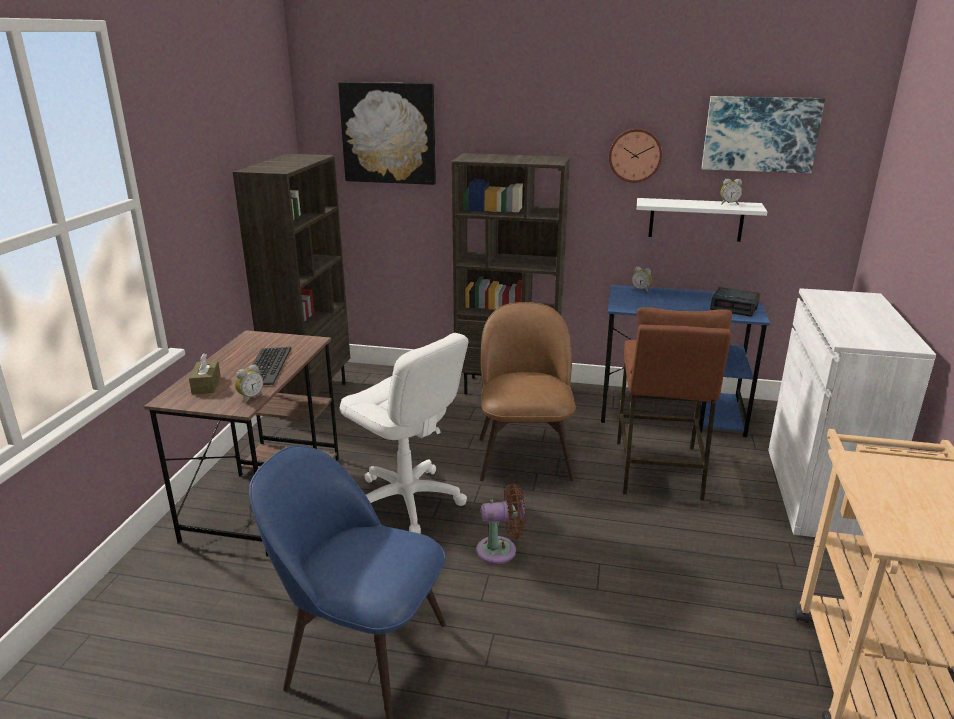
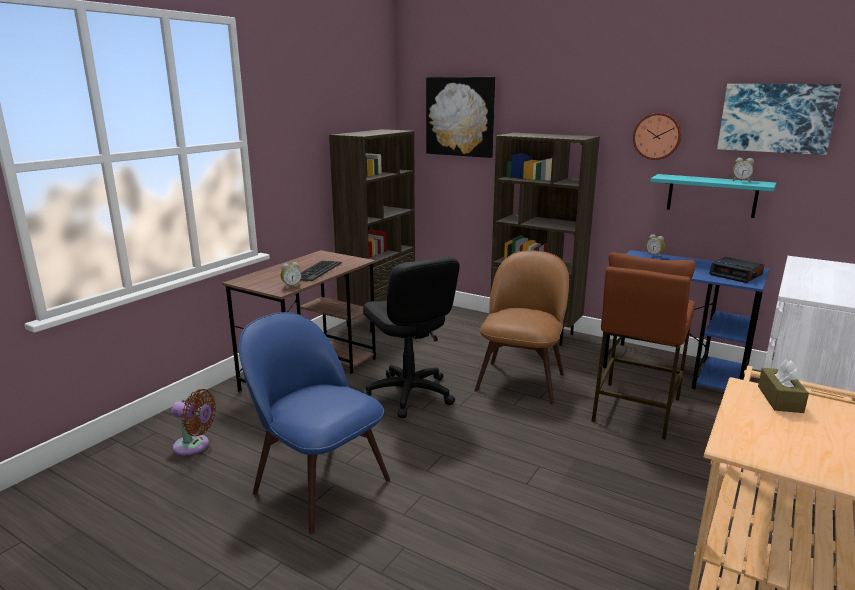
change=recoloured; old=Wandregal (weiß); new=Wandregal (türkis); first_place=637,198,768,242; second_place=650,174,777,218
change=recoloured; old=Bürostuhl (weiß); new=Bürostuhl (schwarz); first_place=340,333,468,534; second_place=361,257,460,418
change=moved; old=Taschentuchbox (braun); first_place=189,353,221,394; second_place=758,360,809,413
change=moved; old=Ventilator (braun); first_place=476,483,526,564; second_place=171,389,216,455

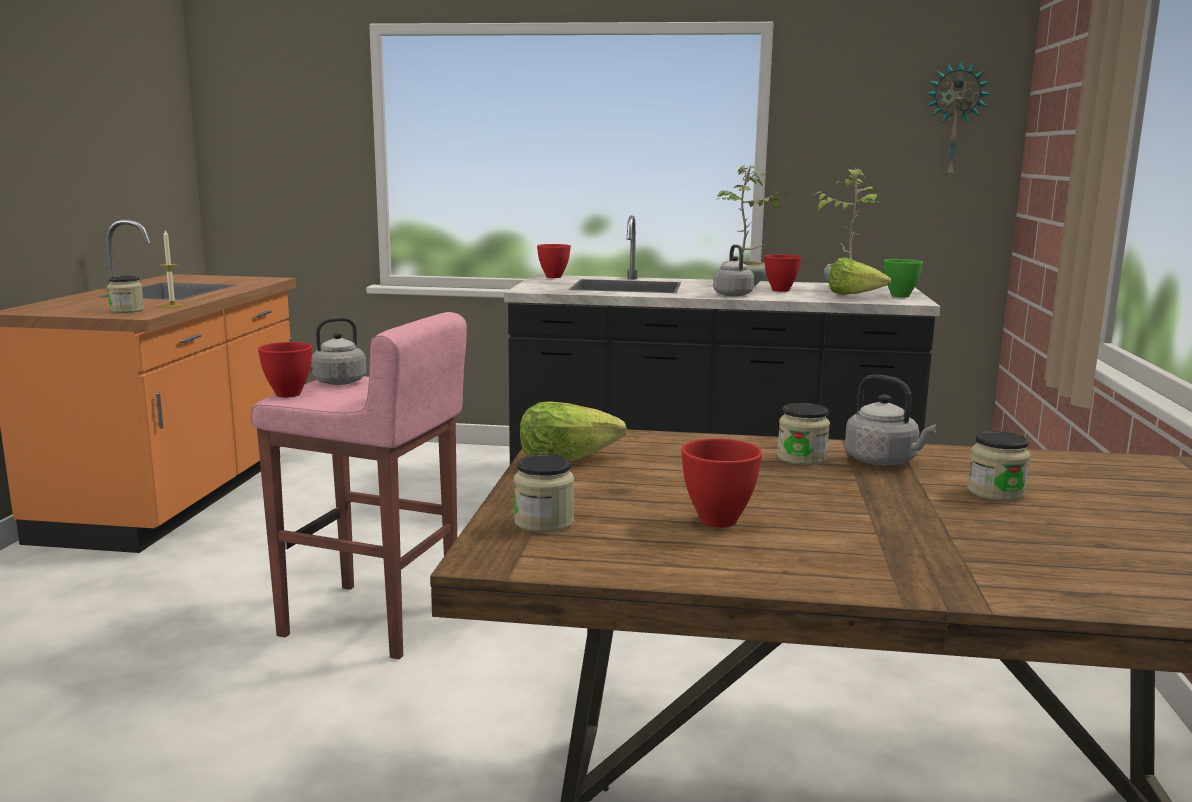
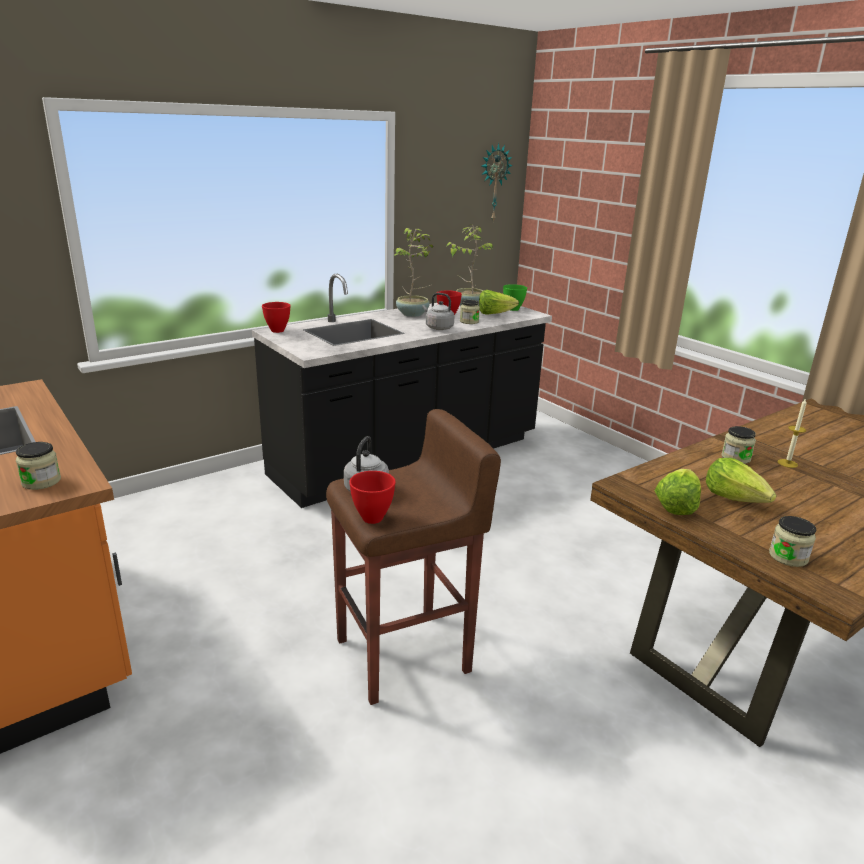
change=moved; old=Kerze; first_place=159,230,183,307; second_place=778,398,807,468
change=recoloured; old=Hocker (rosa); new=Hocker (braun); first_place=251,312,467,659; second_place=326,409,501,705
change=removed; old=Wasserkessel (grau); first_place=845,374,937,466
change=moved; old=Vorratsglas; first_place=968,431,1030,501; second_place=460,300,480,324
change=removed; old=Schüssel (rot); first_place=681,438,762,528
change=added; new=Salatkopf; second_place=706,458,777,503

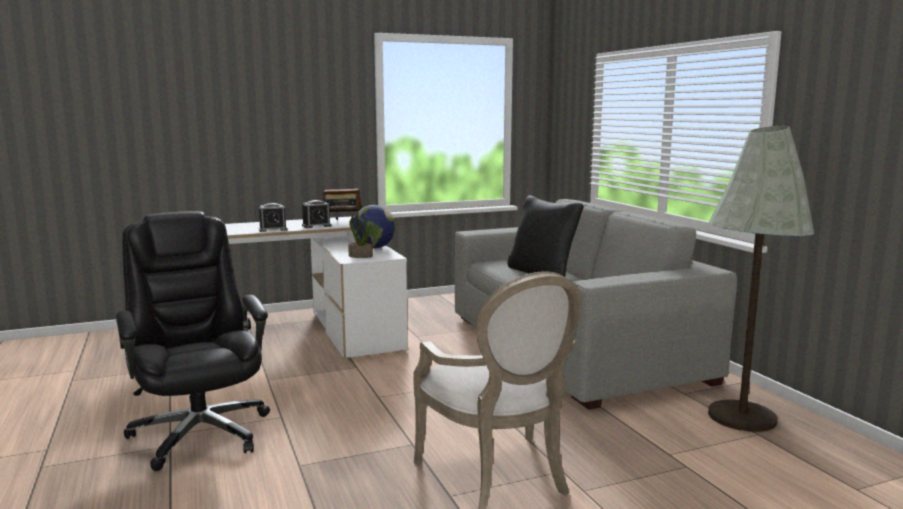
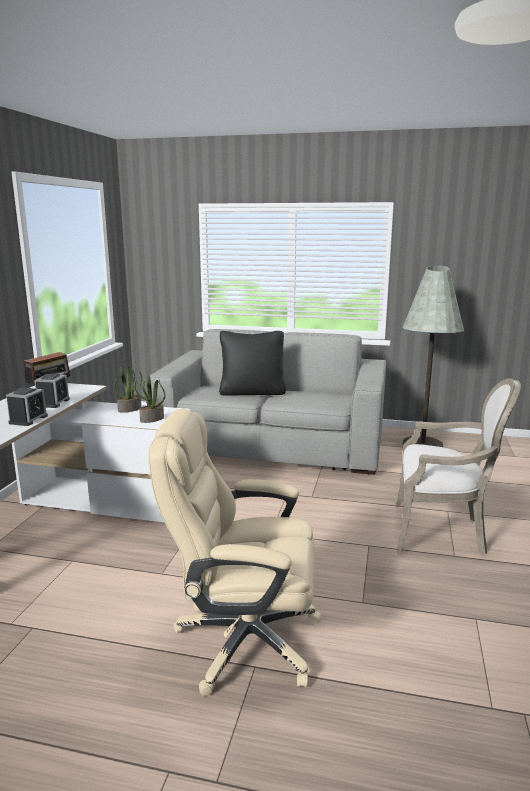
change=replaced; old=Globus; new=Topfpflanze; first_place=354,205,396,249; second_place=114,366,142,413
change=recoloured; old=Bürostuhl (schwarz); new=Bürostuhl (beige); first_place=116,211,270,471; second_place=148,409,321,696

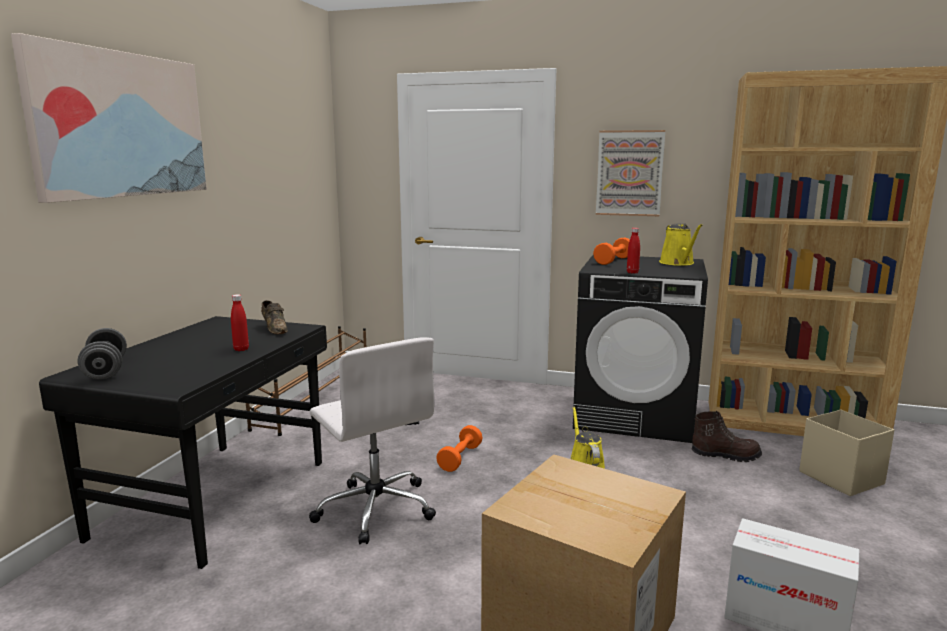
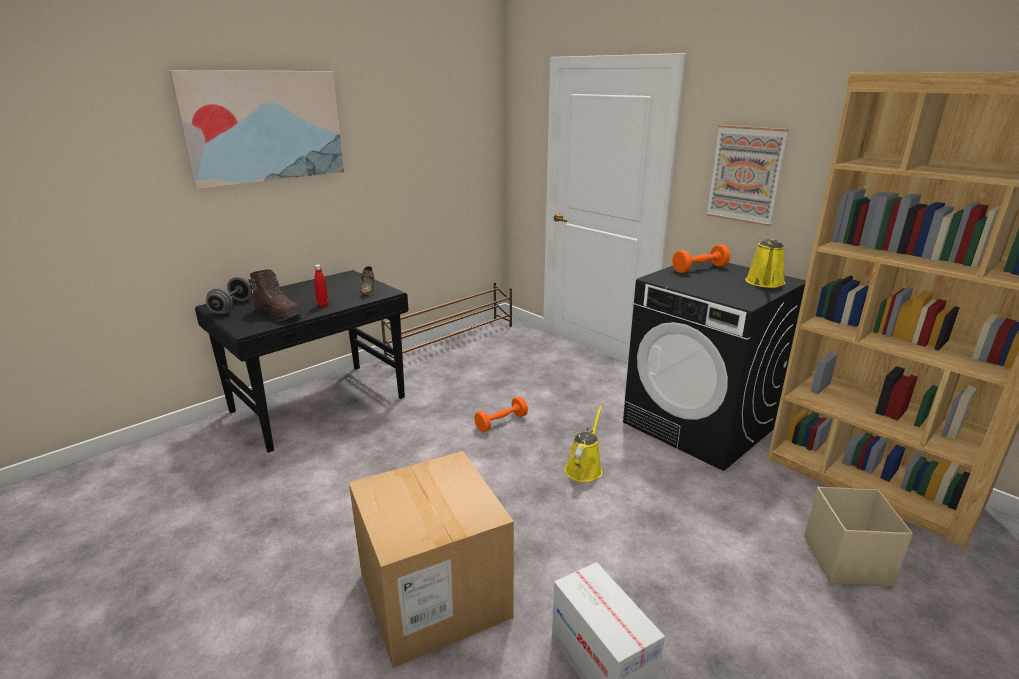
change=removed; old=Flasche (rot); first_place=627,228,640,274
change=removed; old=Bürostuhl (weiß); first_place=309,337,436,544
change=moved; old=Stiefel (braun); first_place=691,411,762,462; second_place=249,269,302,321

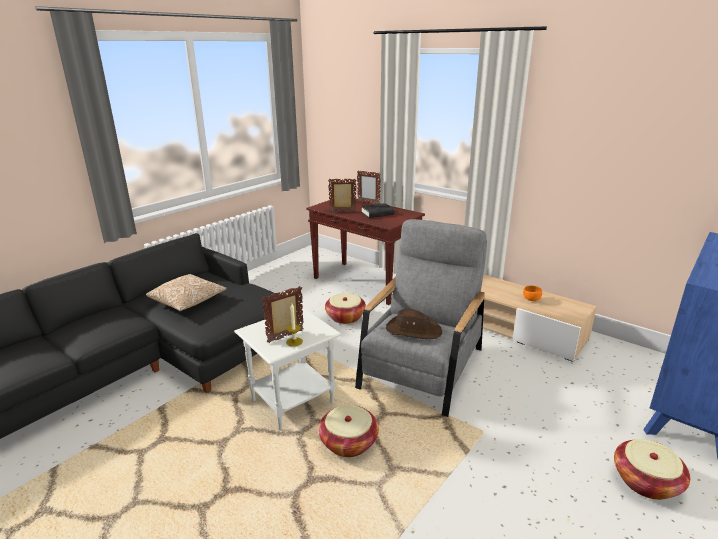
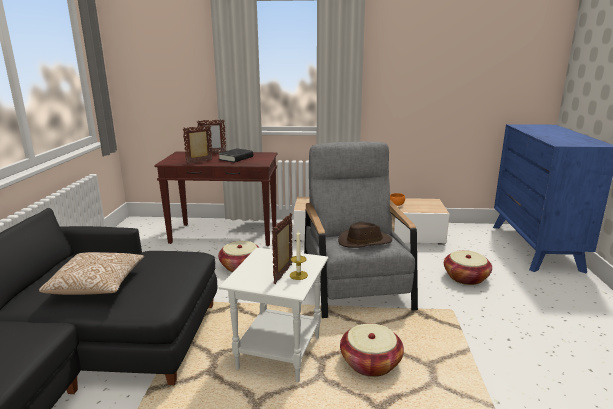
change=moved; old=Korb; first_place=614,439,690,500; second_place=444,250,492,285

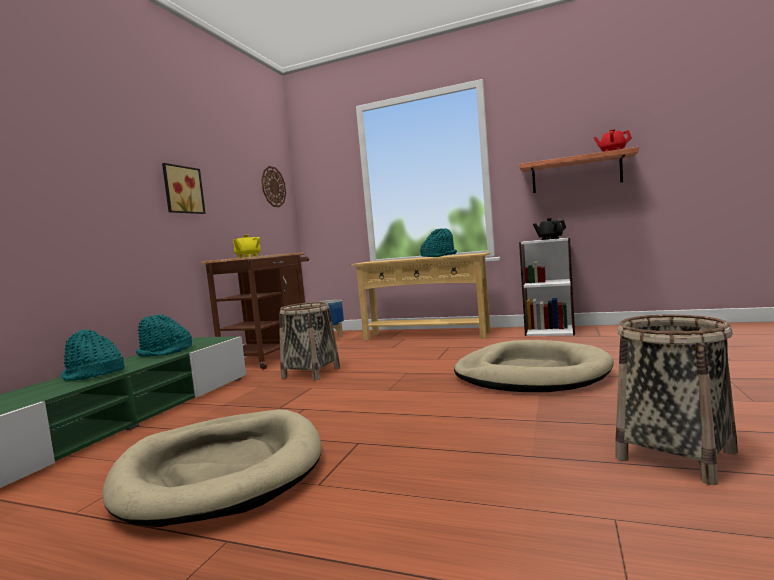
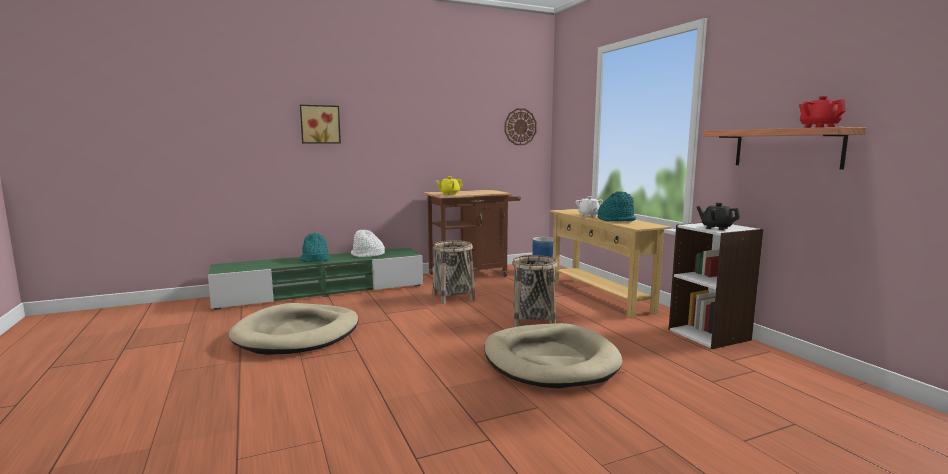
change=moved; old=Bild; first_place=162,163,206,214; second_place=300,105,341,144
change=moved; old=Korb; first_place=615,314,738,485; second_place=512,255,558,327
change=recoloured; old=Hut (türkis); new=Hut (weiß); first_place=136,315,192,357; second_place=351,230,385,258
change=added; new=Teekanne (weiß); second_place=575,196,603,217

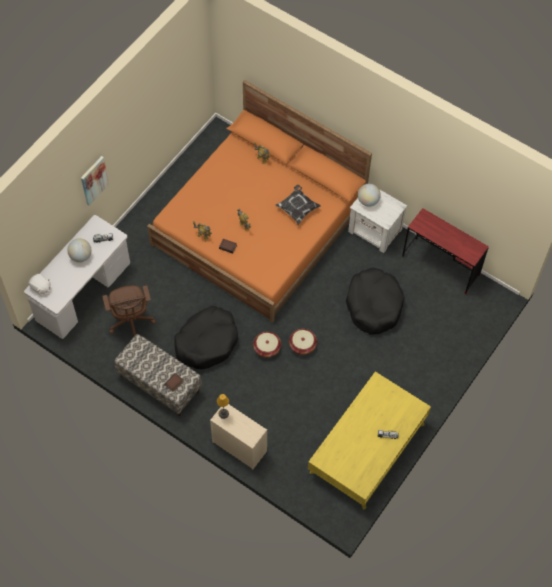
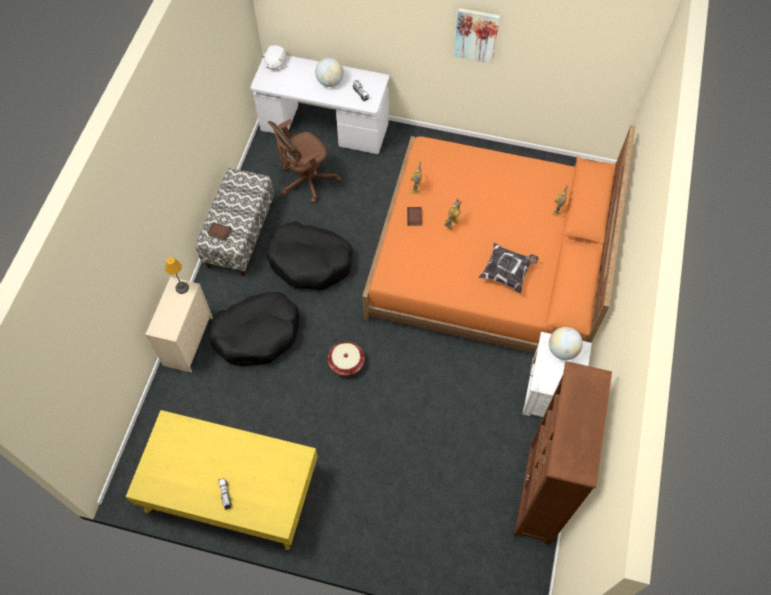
change=moved; old=Bild; first_place=81,156,109,206; second_place=454,8,500,64
change=replaced; old=Schreibtisch (rot); new=Bücherregal (braun); first_place=402,208,489,294; second_place=514,361,612,544
change=moved; old=Hundebett (schwarz); first_place=346,267,404,334; second_place=209,292,299,366
change=removed; old=Korb; first_place=253,332,281,358

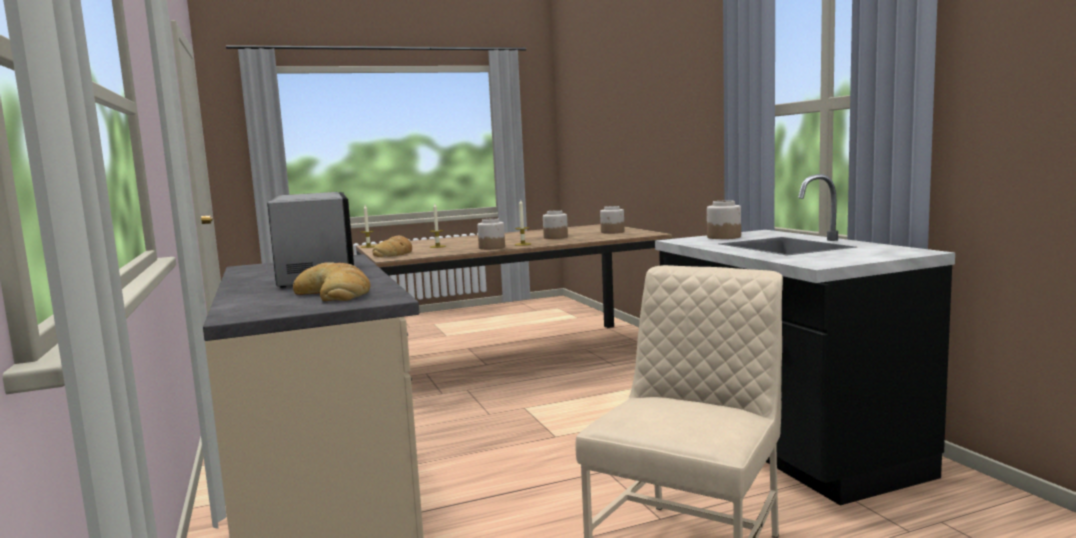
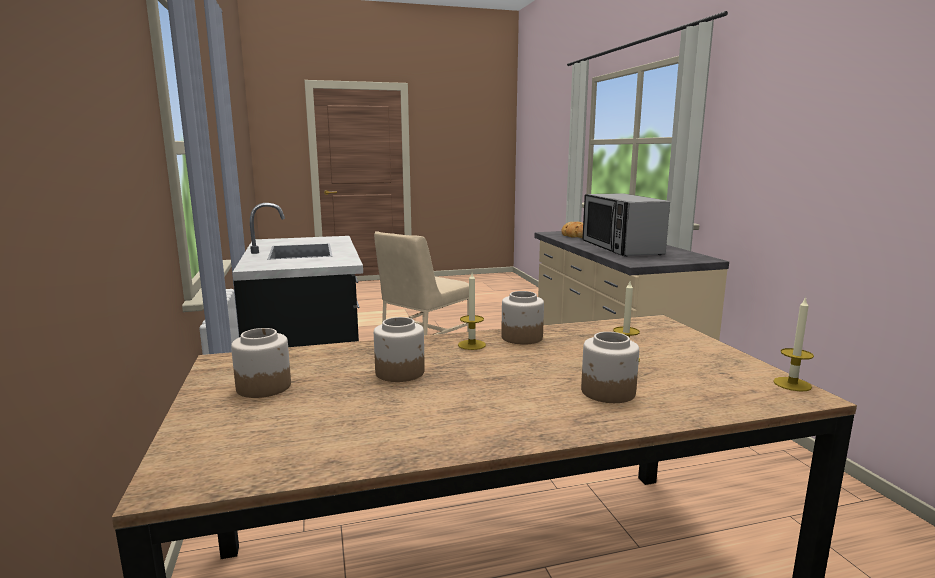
change=moved; old=Vorratsglas; first_place=707,200,741,239; second_place=581,332,639,403
change=removed; old=Brot; first_place=372,236,412,257

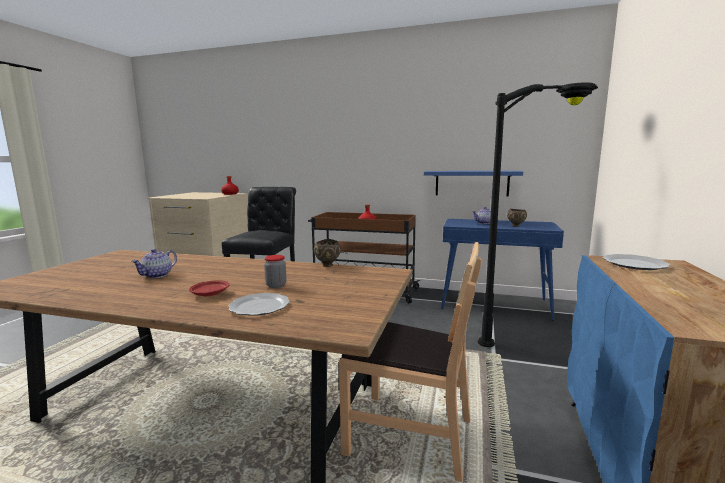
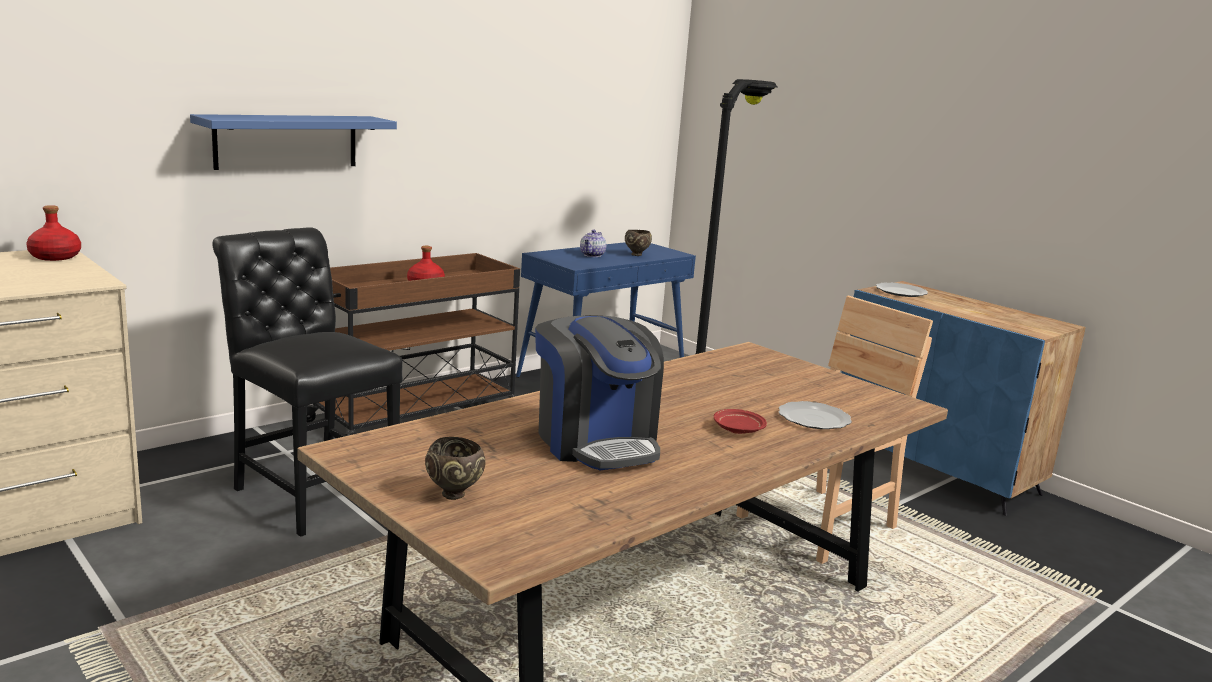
change=moved; old=Wandregal (blau); first_place=424,171,523,197; second_place=190,114,397,170
change=moved; old=Schüssel (braun); first_place=314,239,341,267; second_place=425,437,485,500
change=replaced; old=Teekanne; new=Kaffeemaschine; first_place=131,249,177,278; second_place=535,315,664,470
change=removed; old=Vorratsglas; first_place=264,255,287,288

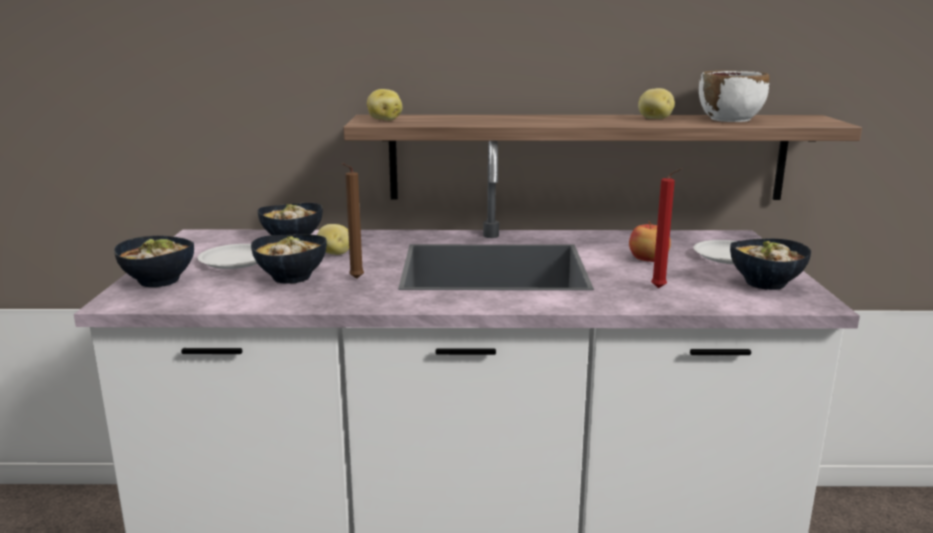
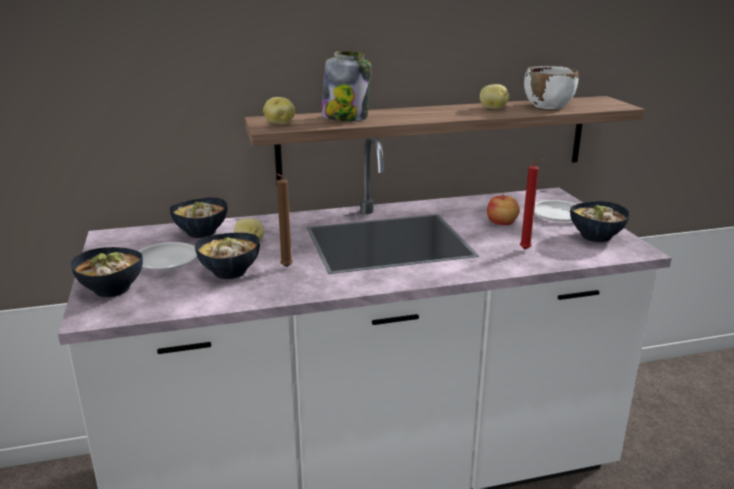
change=added; new=Vorratsglas; second_place=322,51,372,121

